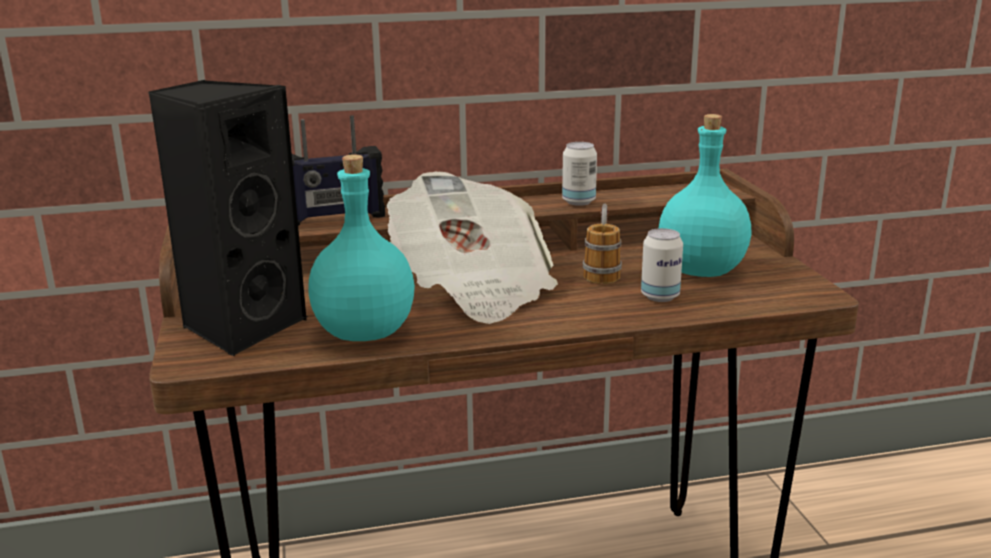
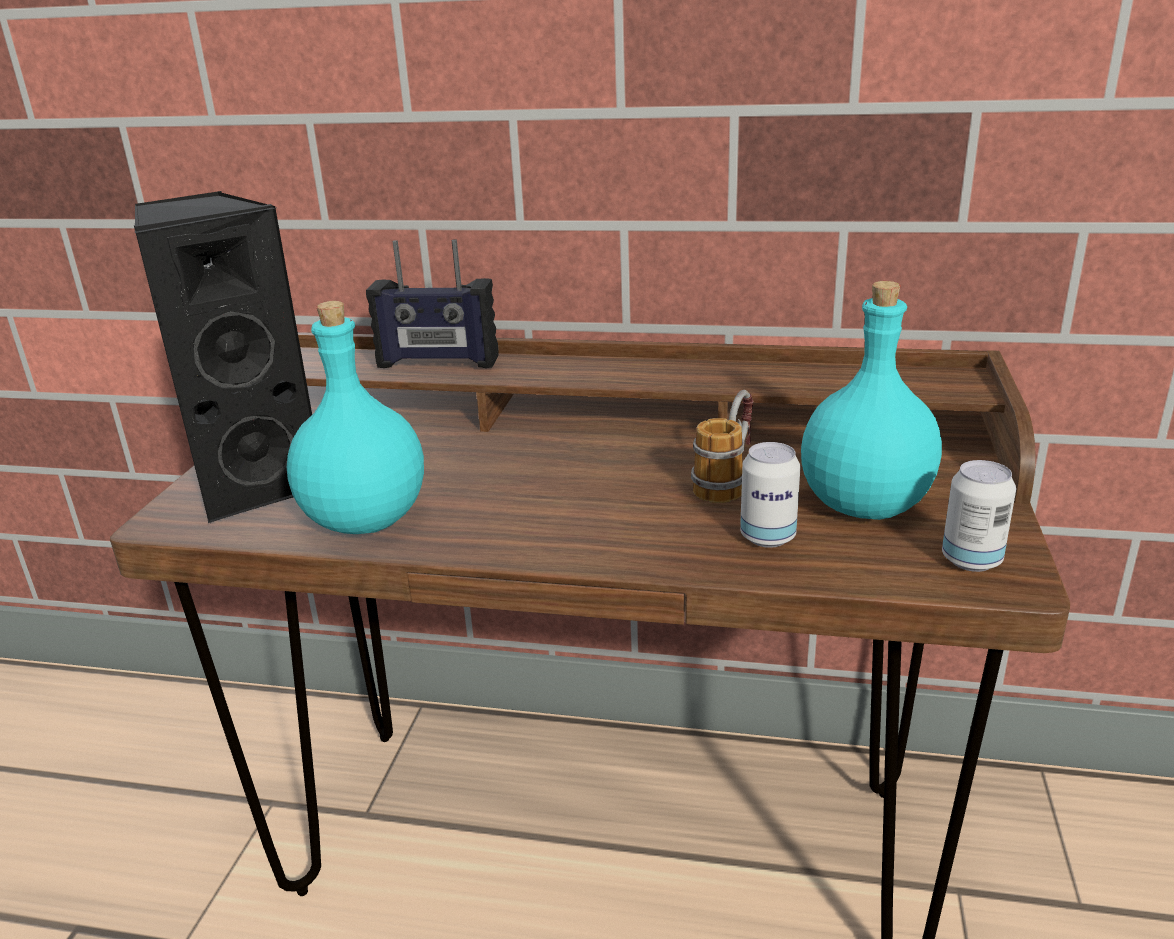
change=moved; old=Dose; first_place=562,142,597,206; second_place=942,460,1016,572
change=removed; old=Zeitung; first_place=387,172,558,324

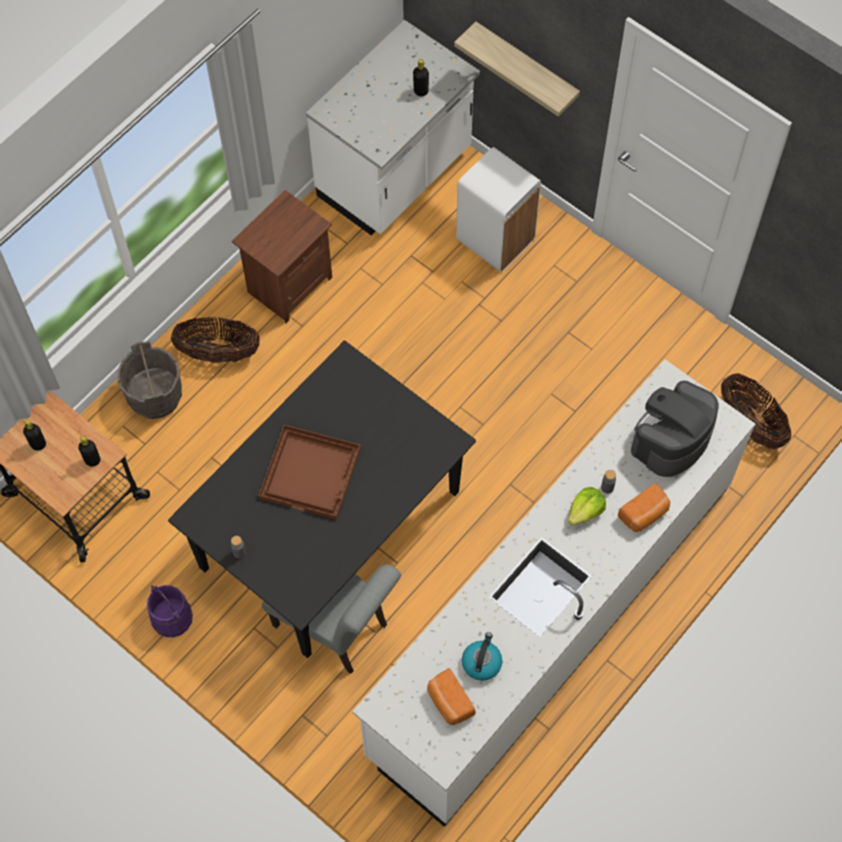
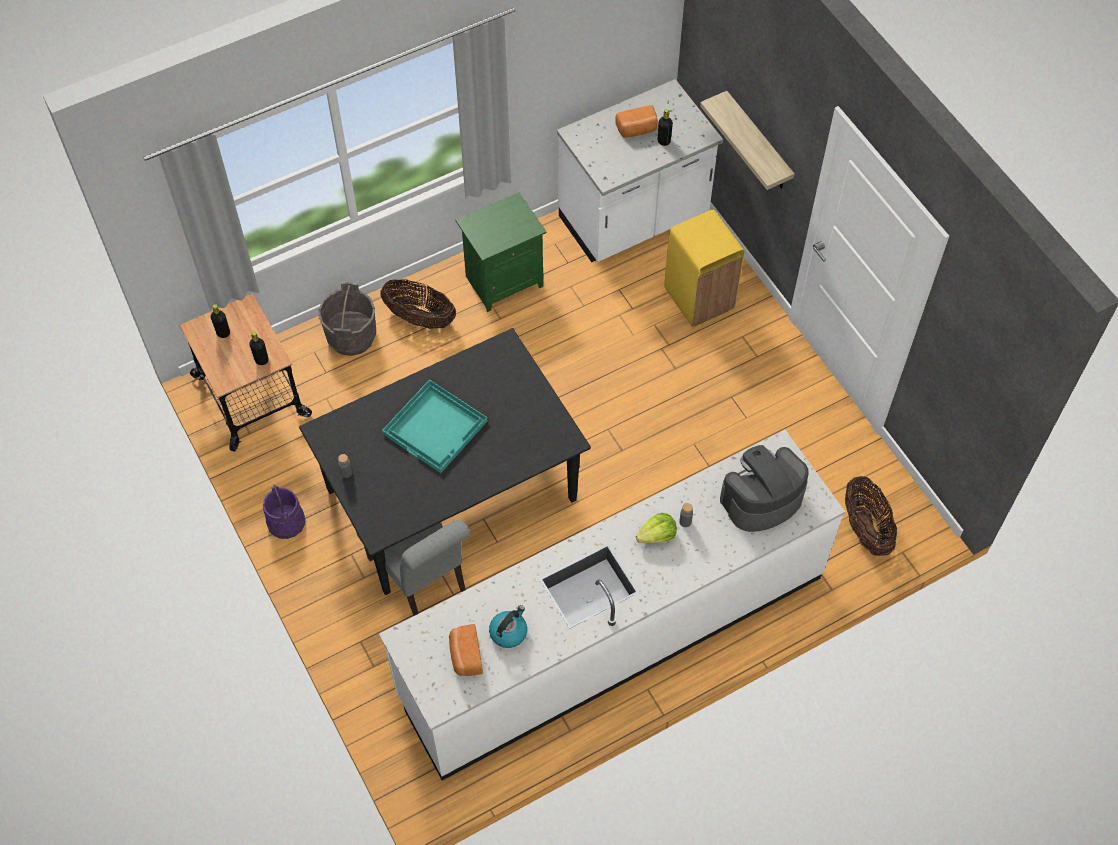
change=recoloured; old=Mülleimer (weiß); new=Mülleimer (gelb); first_place=456,147,541,272; second_place=664,209,745,328
change=recoloured; old=Nachttisch (braun); new=Nachttisch (grün); first_place=232,190,332,323; second_place=455,192,547,312
change=recoloured; old=Tablett (braun); new=Tablett (türkis); first_place=258,425,361,520; second_place=382,379,488,473
change=moved; old=Brot; first_place=618,483,670,532; second_place=615,105,658,138

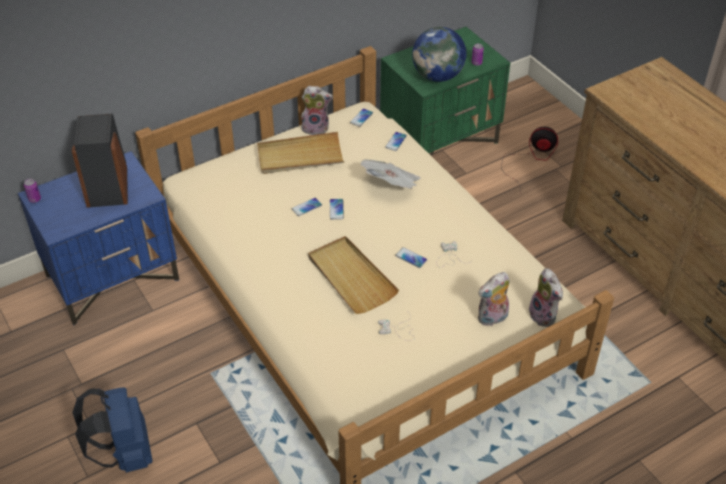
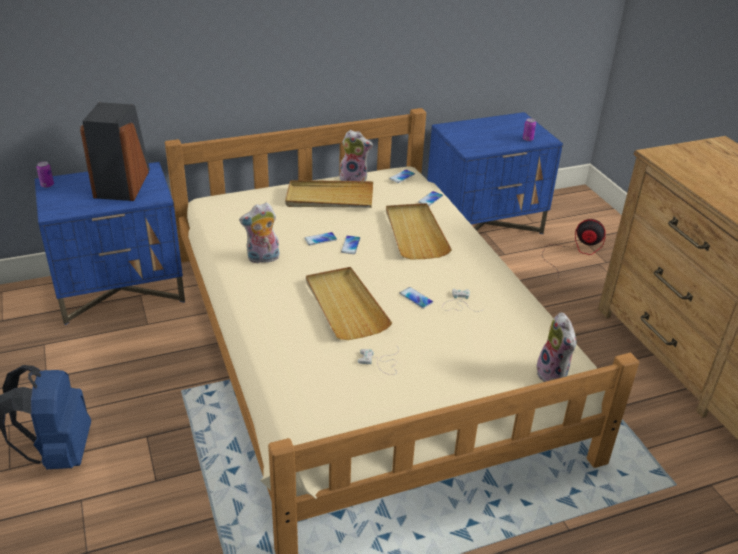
change=recoloured; old=Nachttisch (grün); new=Nachttisch (blau); first_place=380,27,510,156; second_place=427,112,563,234
change=removed; old=Globus; first_place=412,27,466,82
change=replaced; old=Zeitung; new=Tablett (beige); first_place=361,159,421,189; second_place=386,203,452,260
change=moved; old=Plüschtier; first_place=478,272,510,326; second_place=239,203,280,264

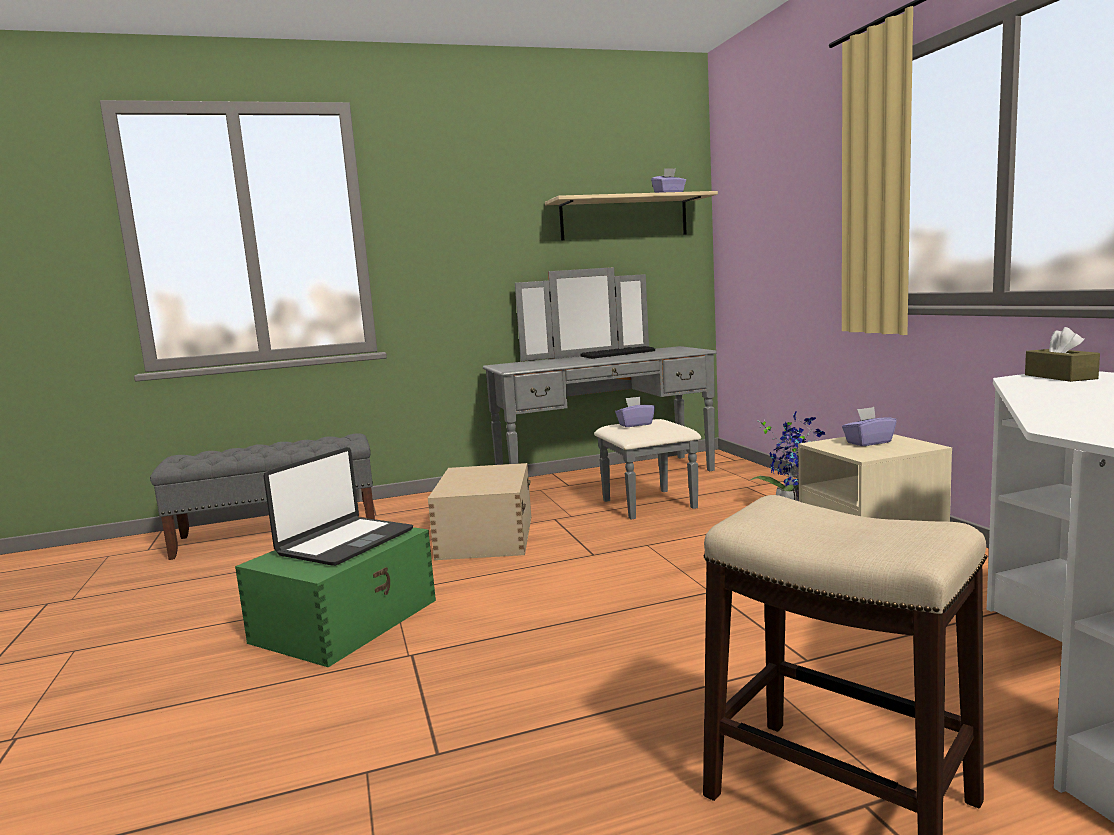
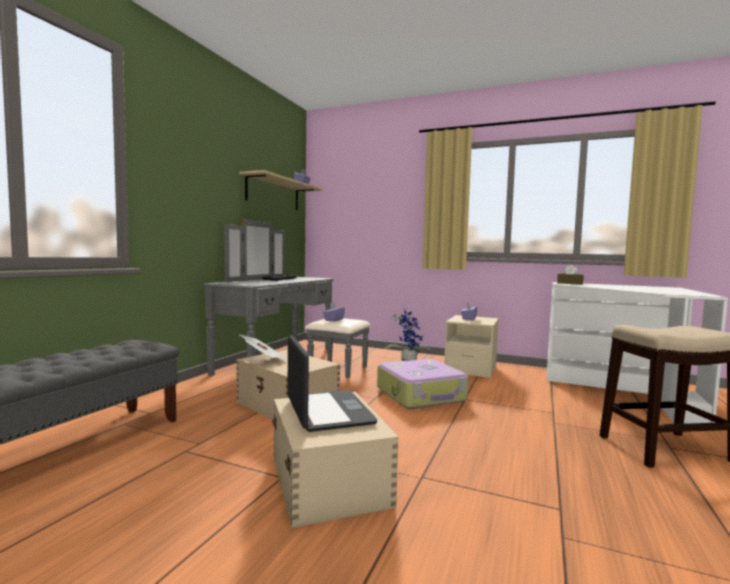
change=recoloured; old=Aufbewahrungsbox (grün); new=Aufbewahrungsbox (beige); first_place=235,527,436,667; second_place=272,392,399,528
change=added; new=Zeitung; second_place=240,335,287,361
change=added; new=Koffer; second_place=377,359,468,409

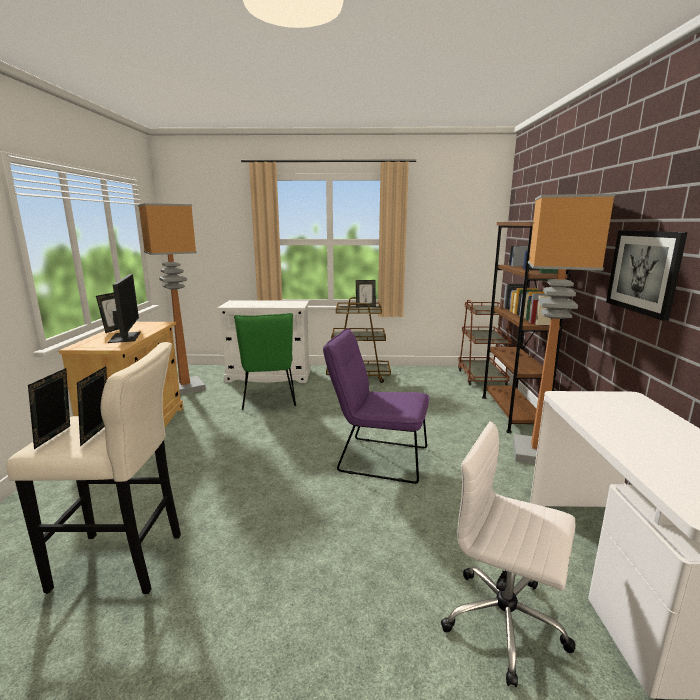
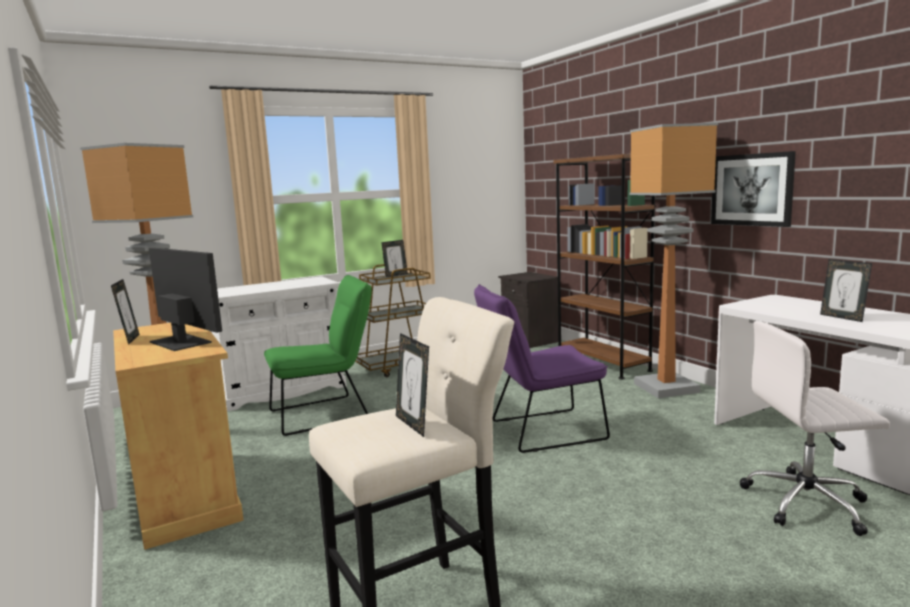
change=replaced; old=Rollwagen (braun); new=Nachttisch (schwarz); first_place=458,299,512,386; second_place=498,272,558,348
change=turned; old=Stuhl (grün); first_place=234,313,296,410; second_place=264,275,372,436; degrees=-75
change=moved; old=Bilderrahmen; first_place=28,368,70,449; second_place=820,259,872,322

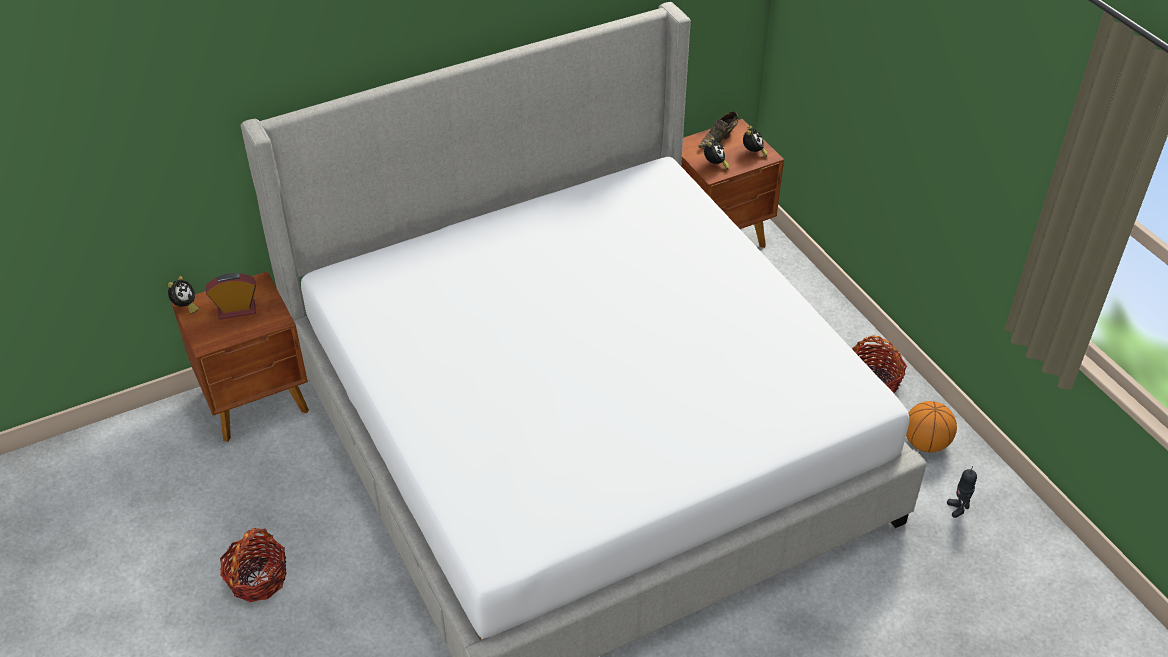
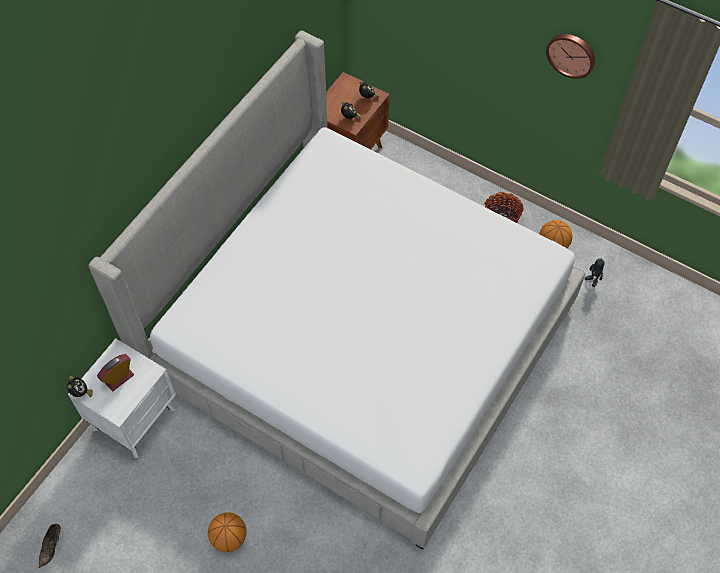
change=moved; old=Schuh (braun); first_place=698,112,738,149; second_place=38,524,61,568
change=recoloured; old=Nachttisch (braun); new=Nachttisch (weiß); first_place=172,271,309,442; second_place=68,339,176,458
change=replaced; old=Korb; new=Basketball; first_place=220,528,287,602; second_place=208,512,247,552
change=added; new=Wanduhr; second_place=546,34,595,79

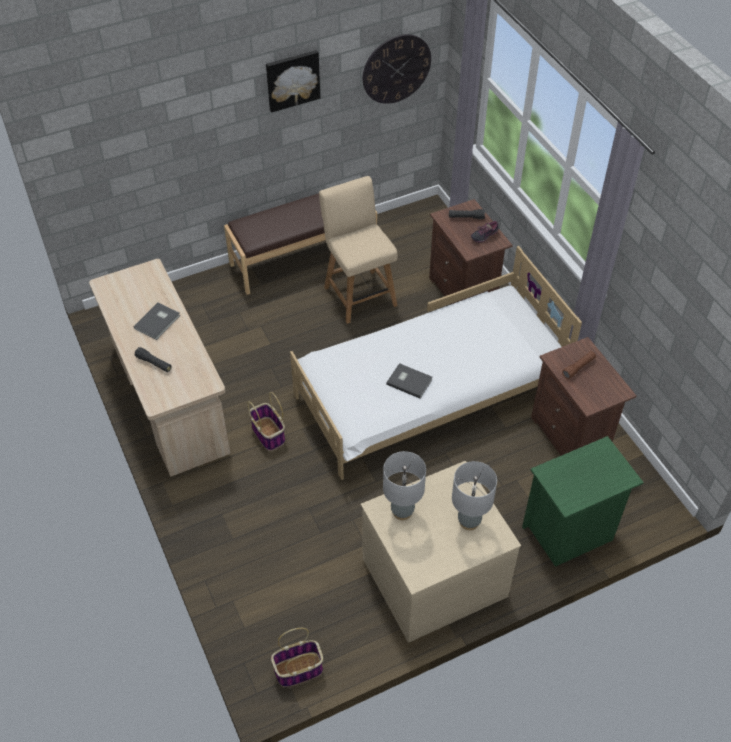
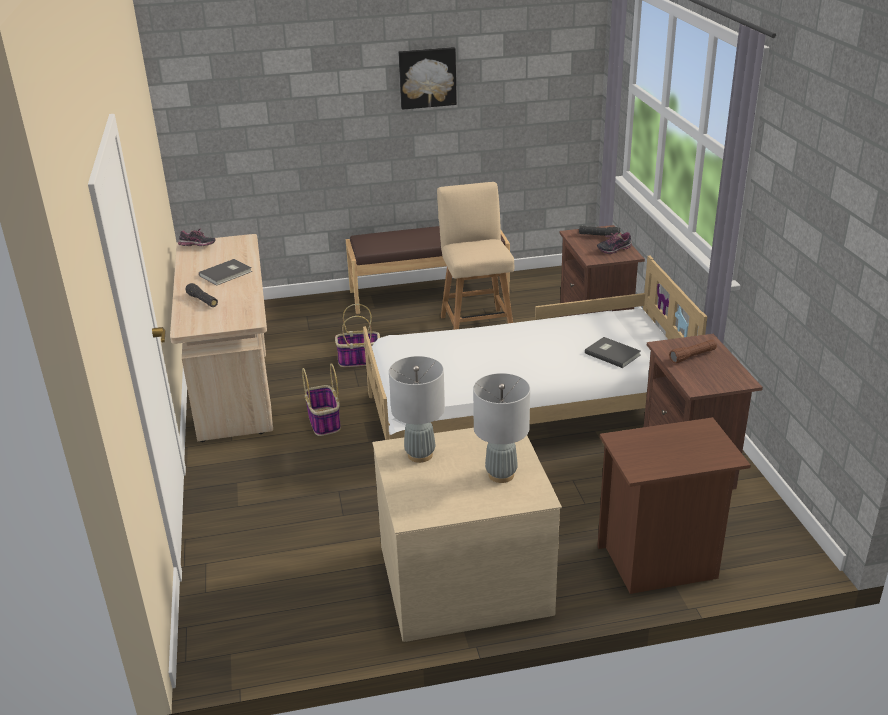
change=removed; old=Wanduhr; first_place=363,34,431,104
change=moved; old=Buch (grau); first_place=386,363,433,399; second_place=585,337,641,368
change=recoloured; old=Nachttisch (grün); new=Nachttisch (braun); first_place=522,436,644,567; second_place=597,417,751,594
change=moved; old=Korb; first_place=271,628,323,687; second_place=335,304,380,367
change=added; new=Schuh; second_place=178,228,215,246

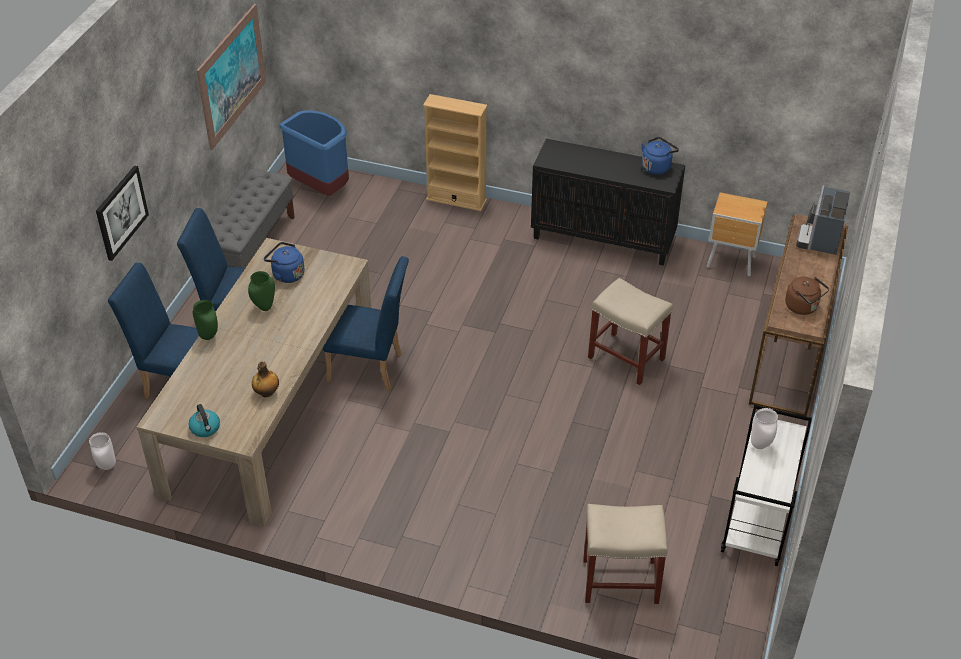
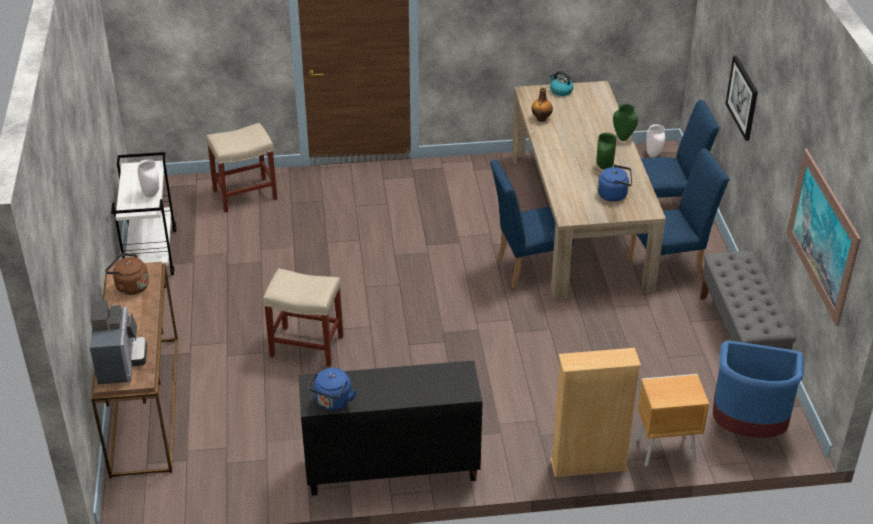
change=moved; old=Nachttisch (braun); first_place=707,192,767,276; second_place=636,374,709,466

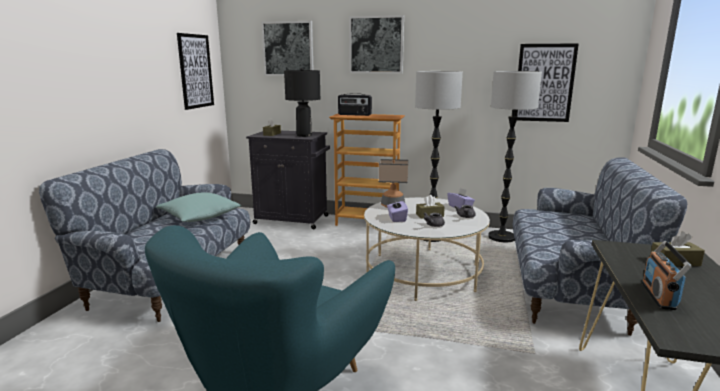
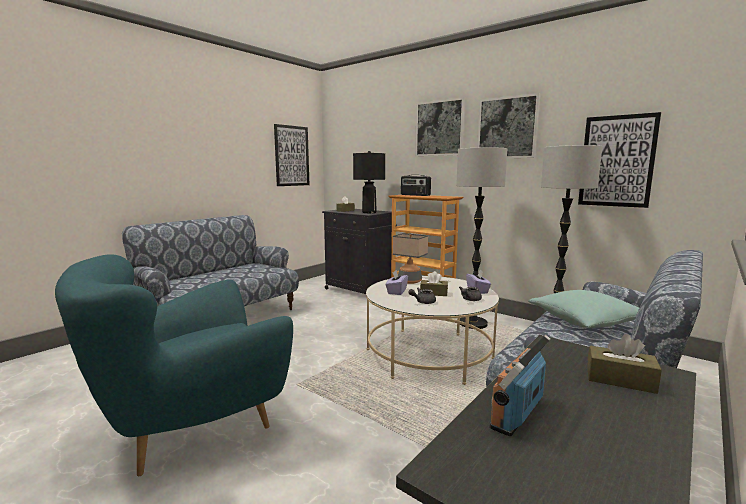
change=moved; old=Bild; first_place=261,21,314,76; second_place=477,93,541,158
change=moved; old=Kissen (türkis); first_place=156,192,242,222; second_place=528,290,639,328

